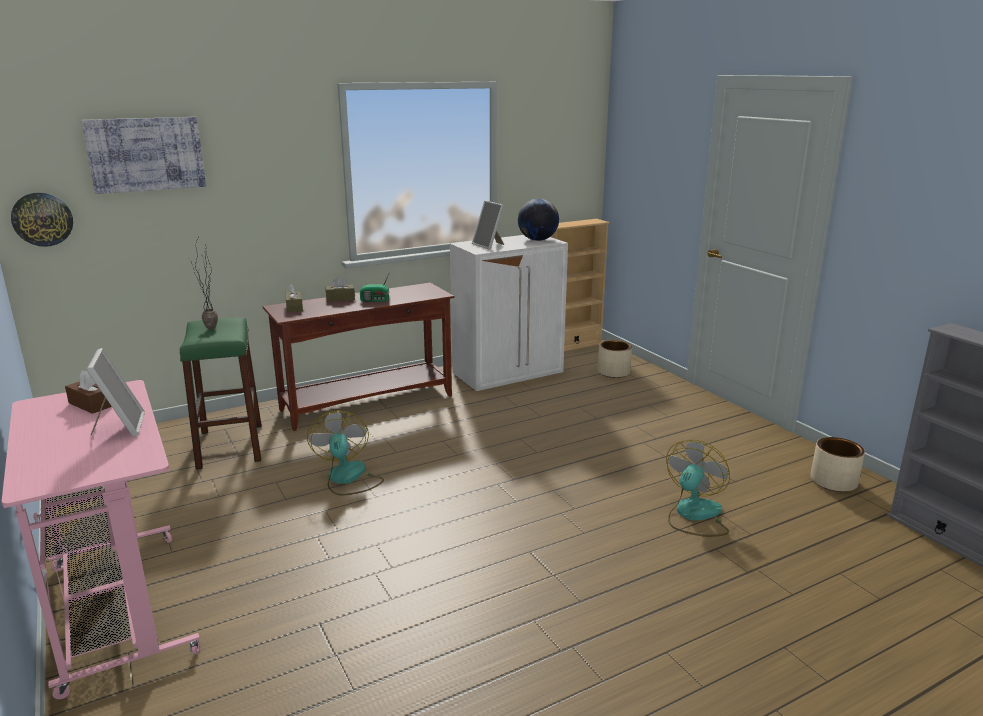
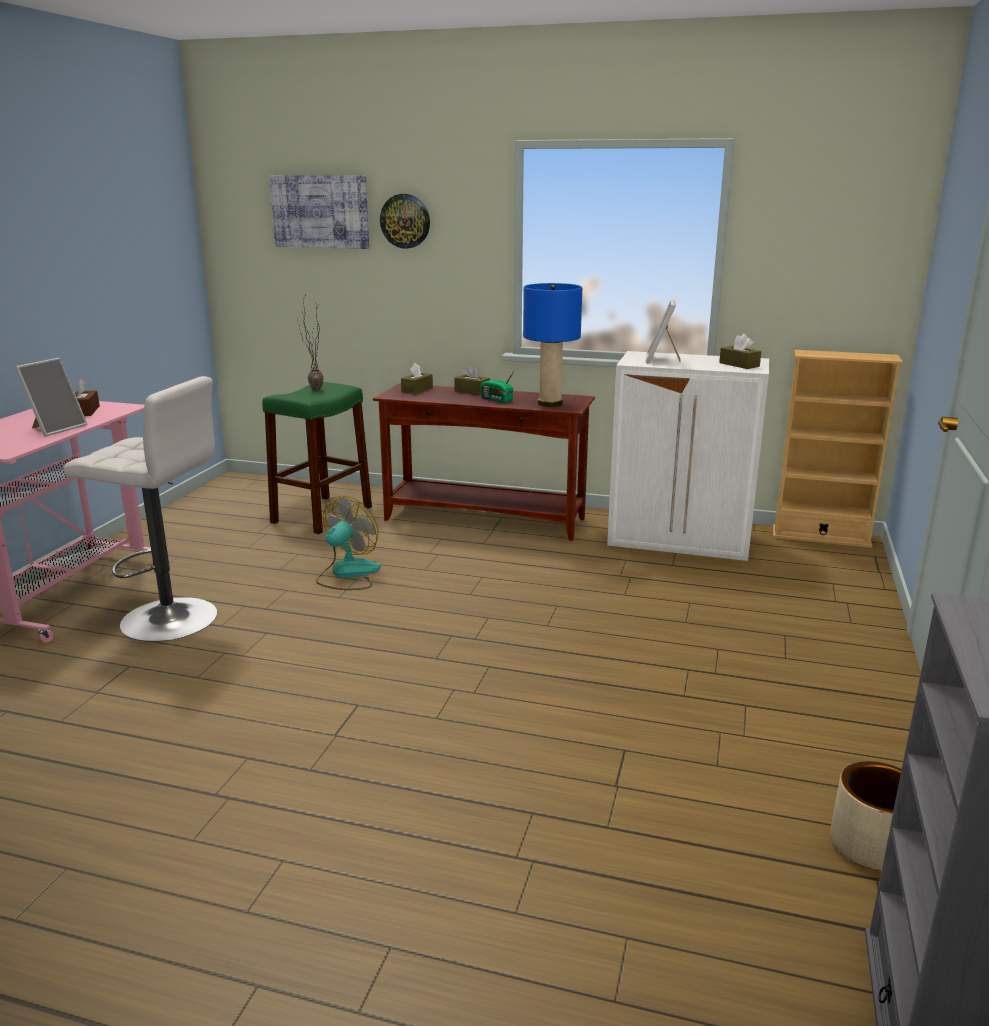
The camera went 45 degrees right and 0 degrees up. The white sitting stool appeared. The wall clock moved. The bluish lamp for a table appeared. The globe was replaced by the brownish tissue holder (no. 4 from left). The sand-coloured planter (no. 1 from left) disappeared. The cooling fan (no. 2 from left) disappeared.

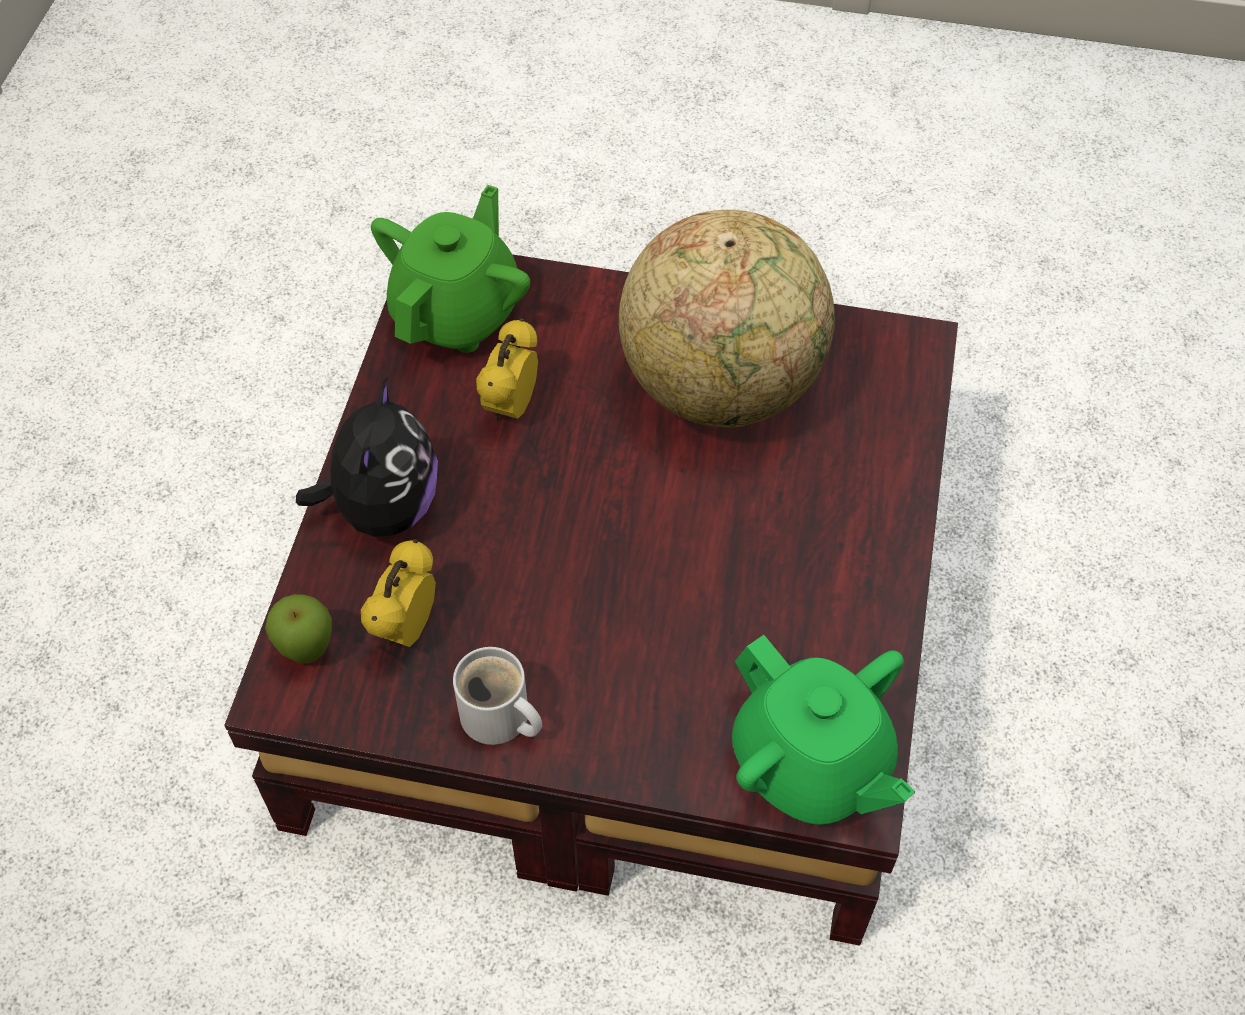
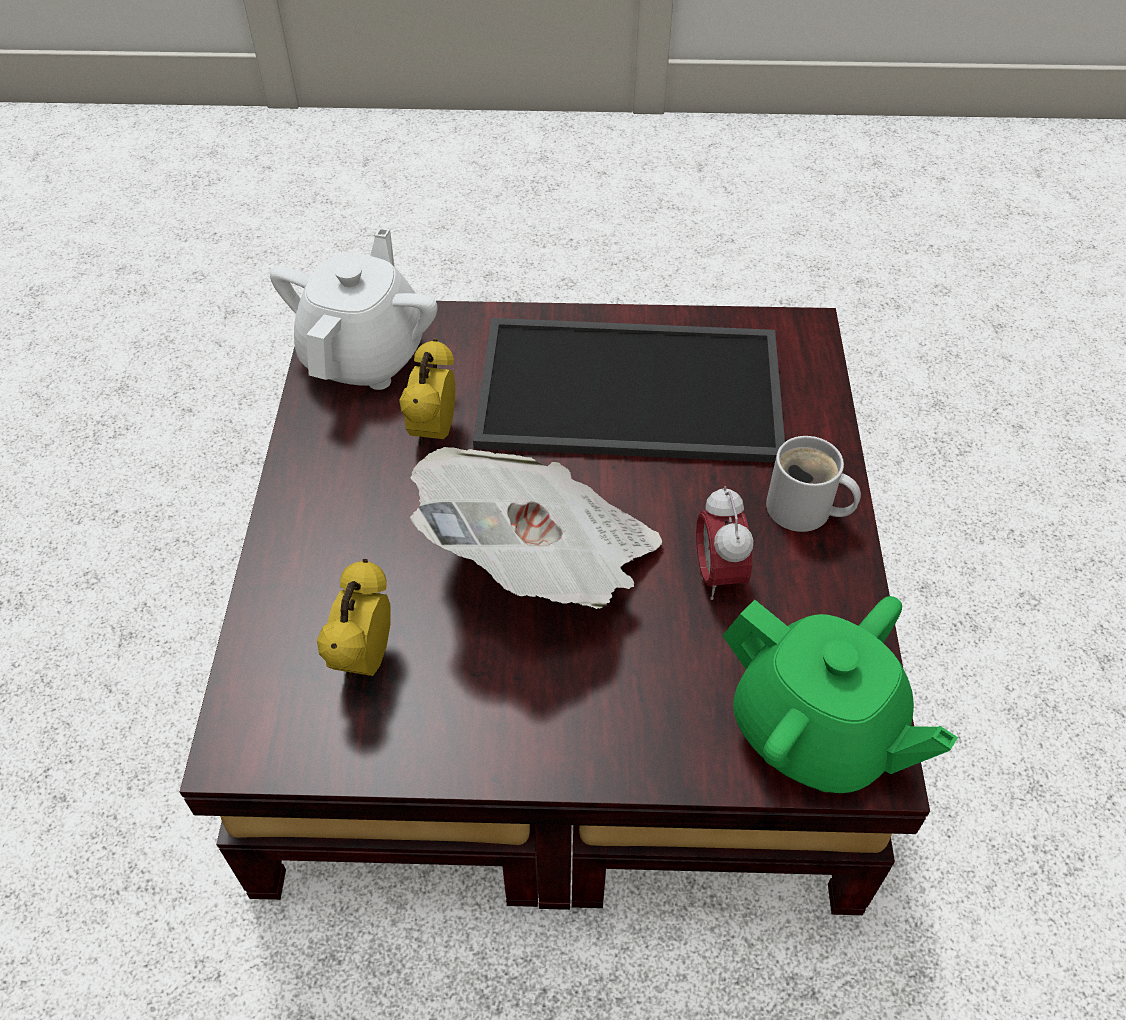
The camera went 10 degrees left and 5 degrees down. The greenish teapot (no. 1 from left) became the white teapot. The newspaper appeared. The globe was replaced by the tray. The alarm clock (no. 3 from left) appeared. The white tea mug moved. The apple fruit disappeared. The plush toy disappeared.

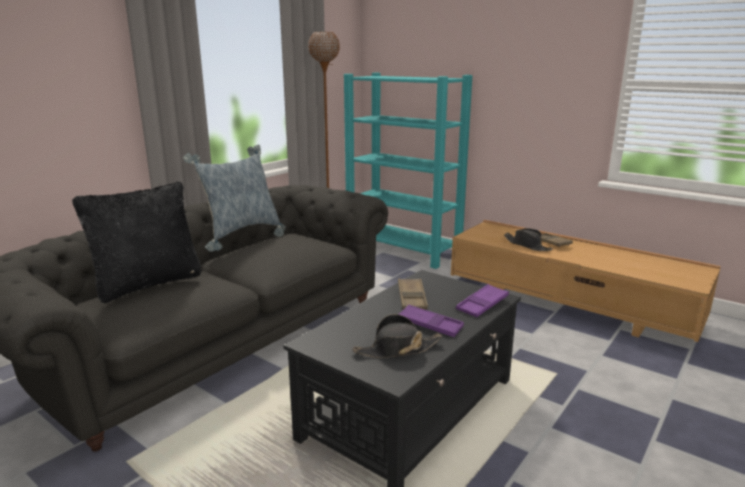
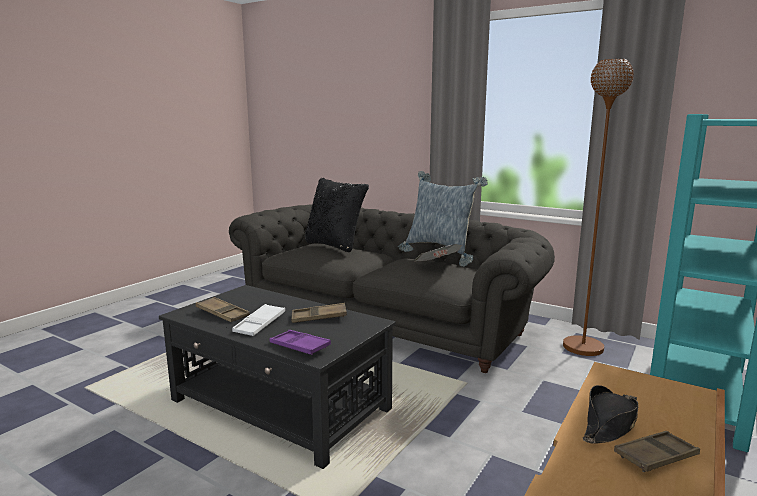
The camera went 85 degrees right and 5 degrees down. The black-coloured hat (no. 1 from left) was replaced by the brownish tray (no. 1 from left). The purple-coloured tray (no. 1 from left) became the white tray. The newspaper appeared.

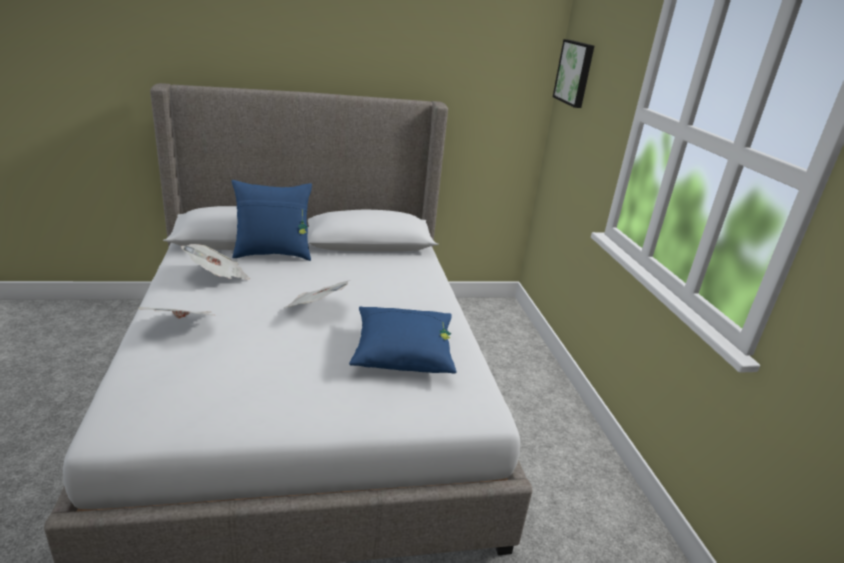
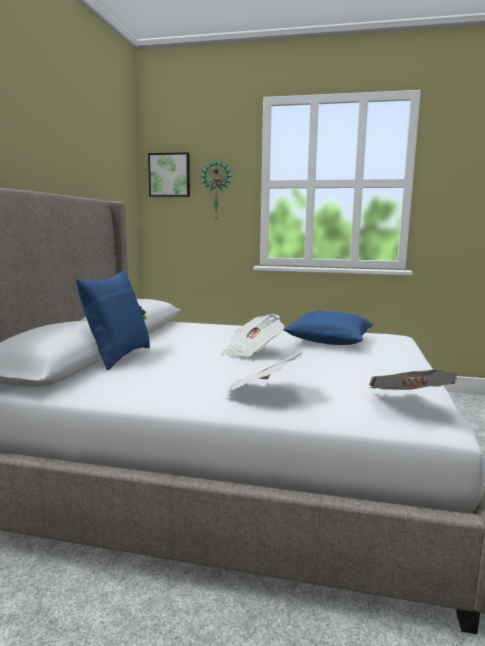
The camera went 65 degrees left and 15 degrees down. The wall clock appeared. The newspaper (no. 2 from left in the first image) moved.

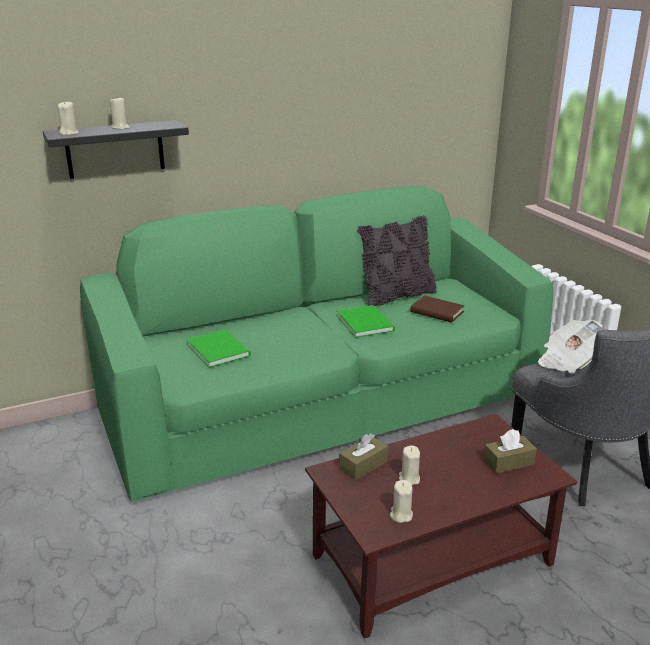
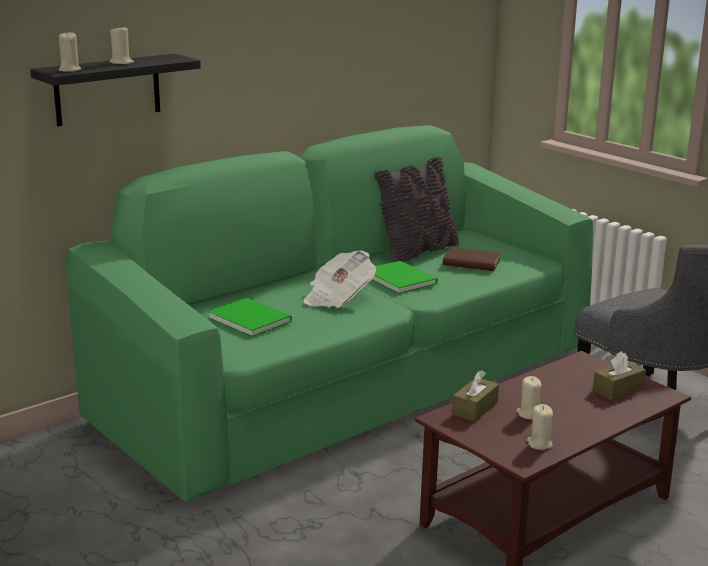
The camera went 15 degrees left and 5 degrees down. The newspaper moved.

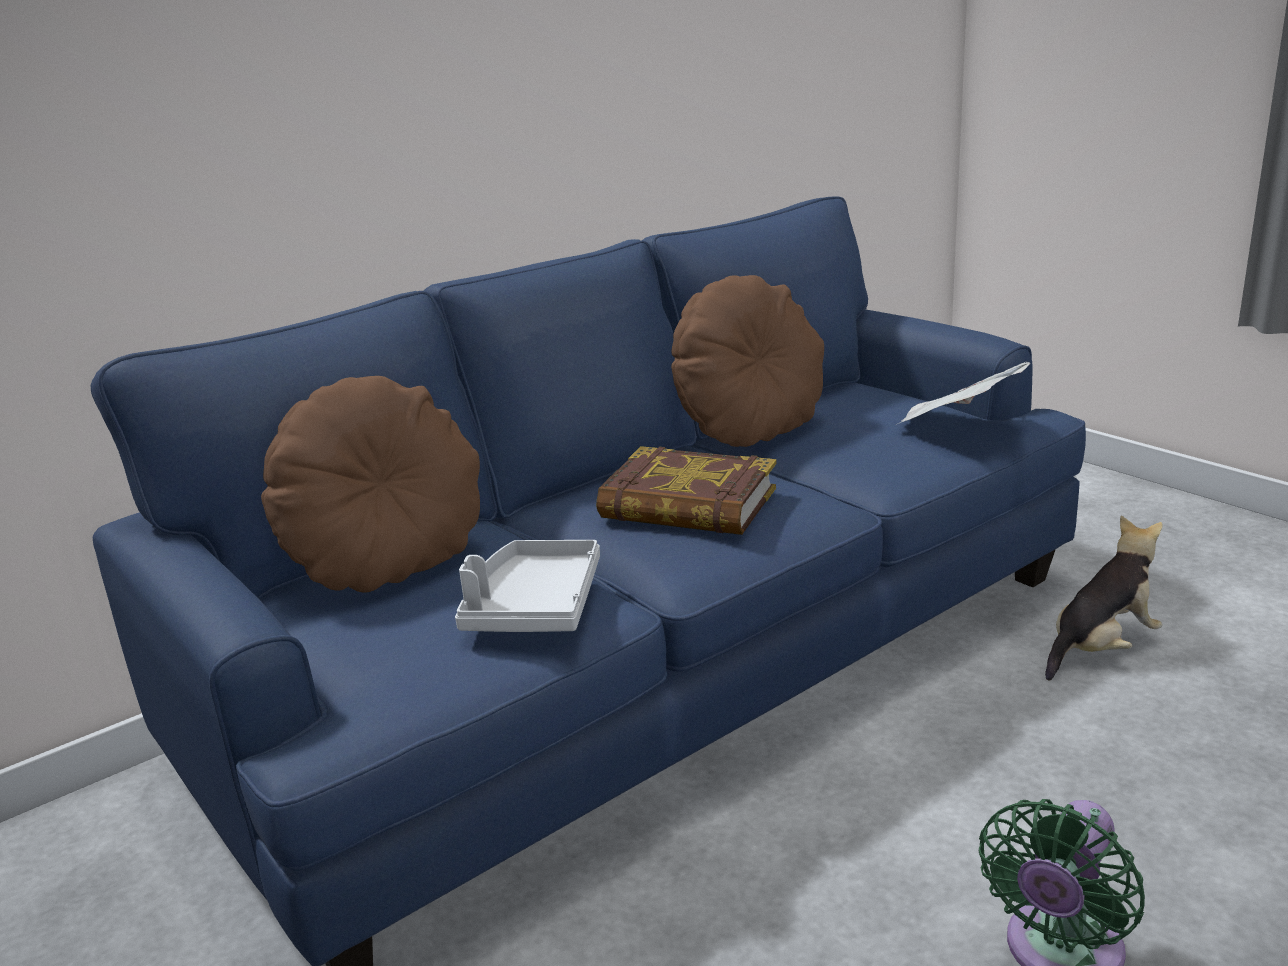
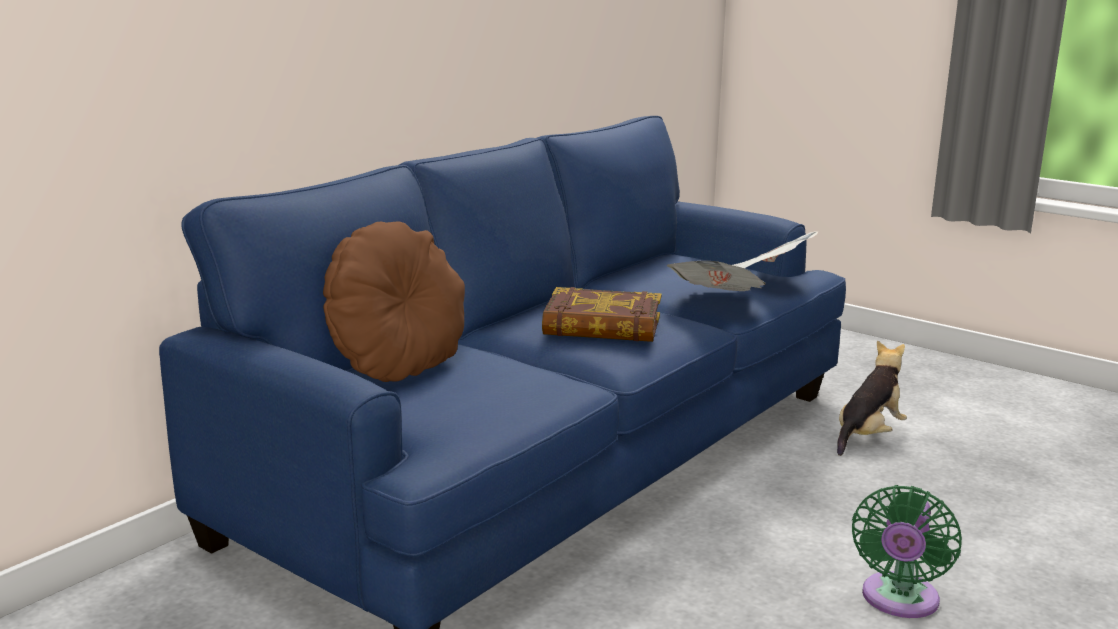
The camera went 15 degrees left and 5 degrees down. The newspaper (no. 1 from left) appeared. The grey tray disappeared. The brownish cushion (no. 2 from left) disappeared.

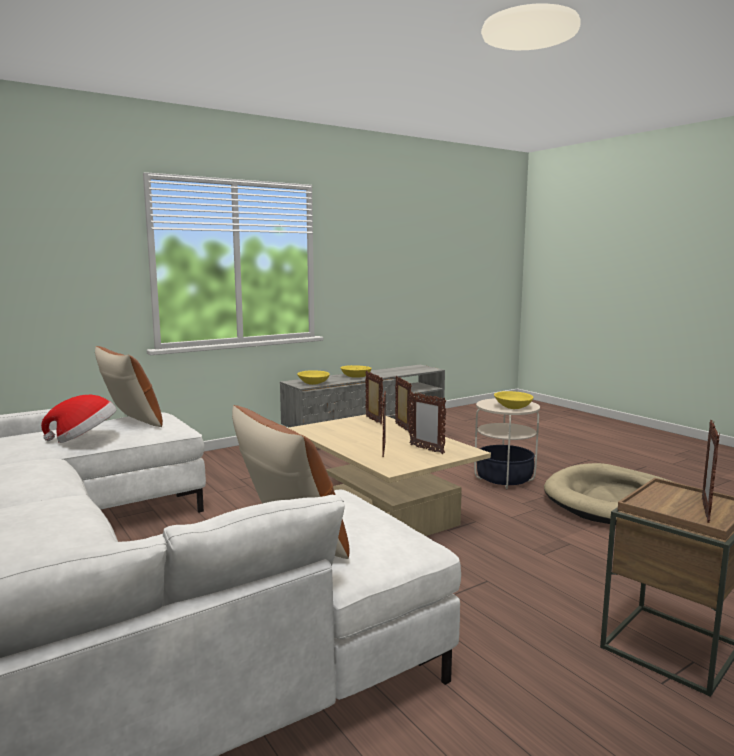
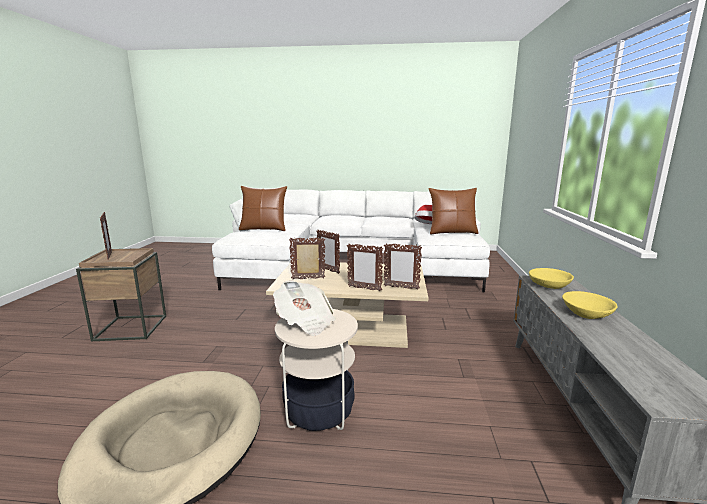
The camera went 130 degrees right and 5 degrees up. The yellow deep dish (no. 3 from left) was replaced by the newspaper.

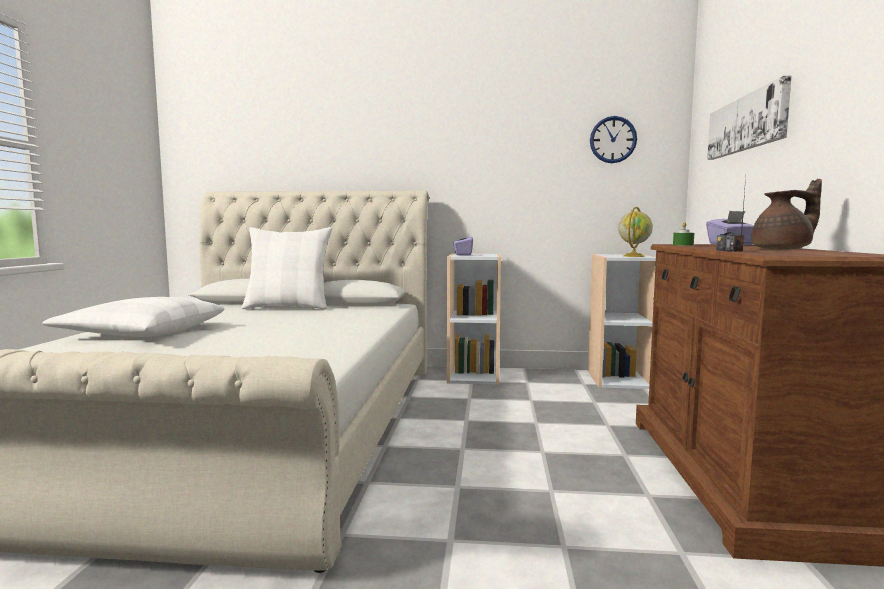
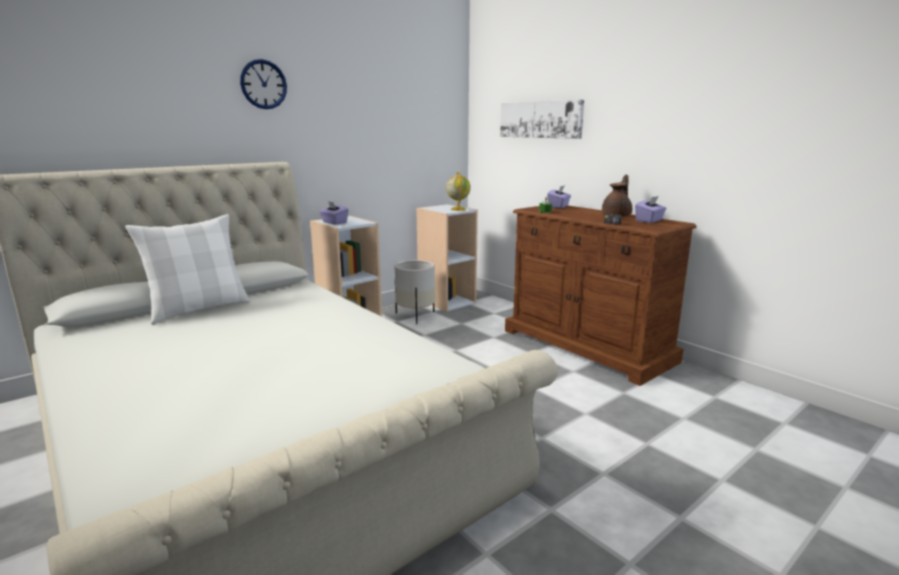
The camera went 45 degrees left and 10 degrees up. The wall clock moved. The white planter appeared. The purple-coloured tissue holder (no. 3 from left) appeared. The white cushion (no. 1 from left) disappeared.

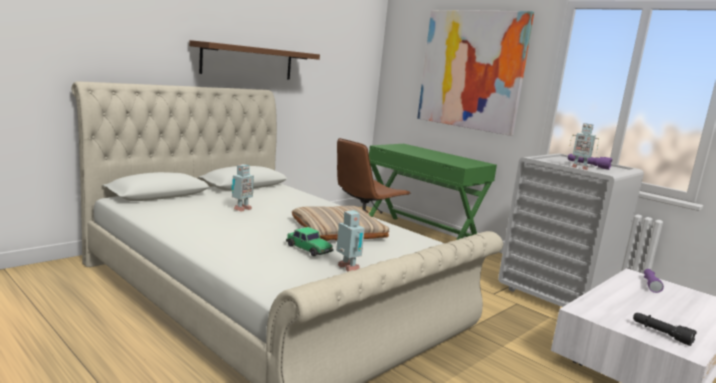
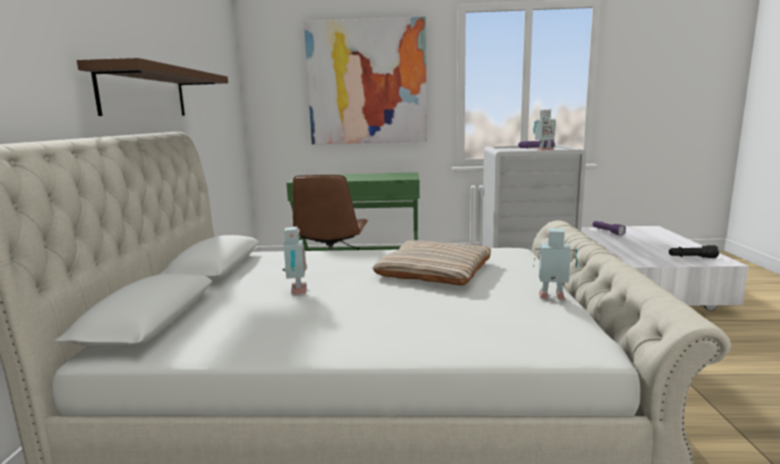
The camera went 40 degrees left and 0 degrees up. The toy car disappeared.

